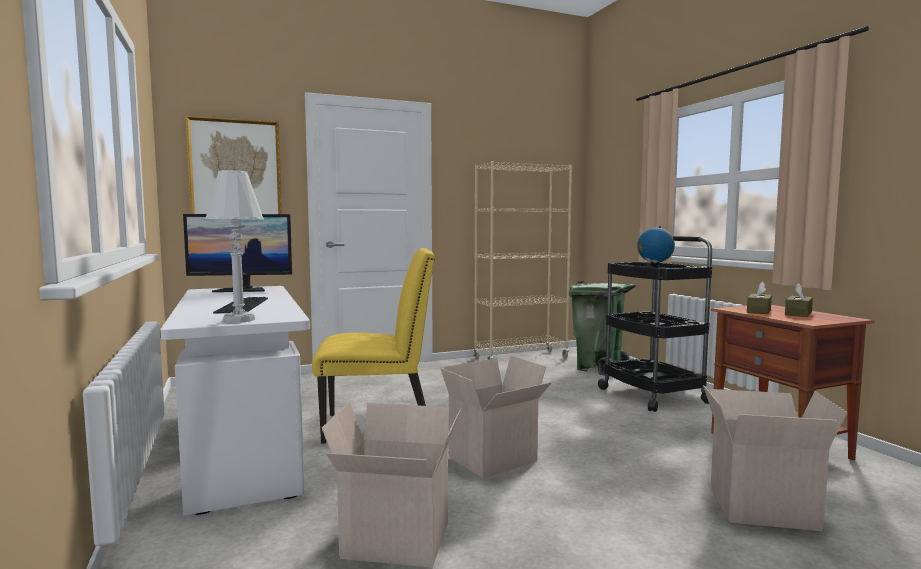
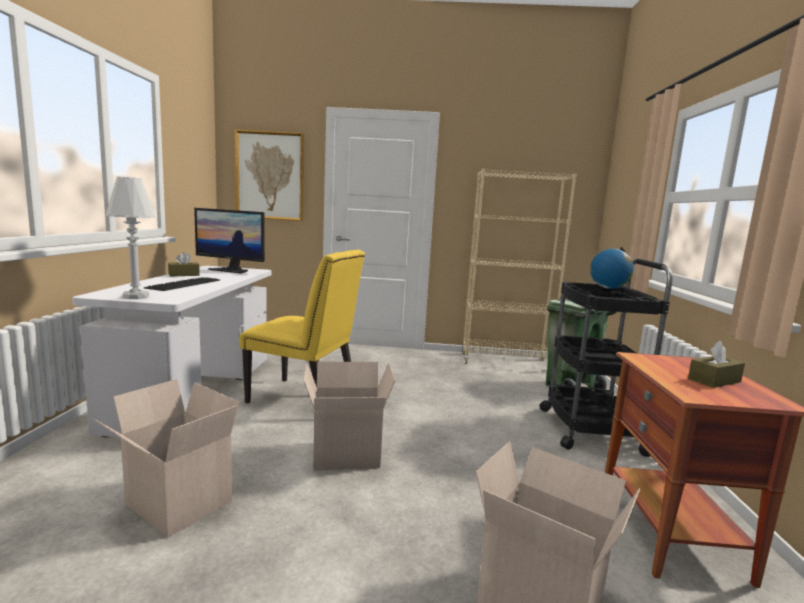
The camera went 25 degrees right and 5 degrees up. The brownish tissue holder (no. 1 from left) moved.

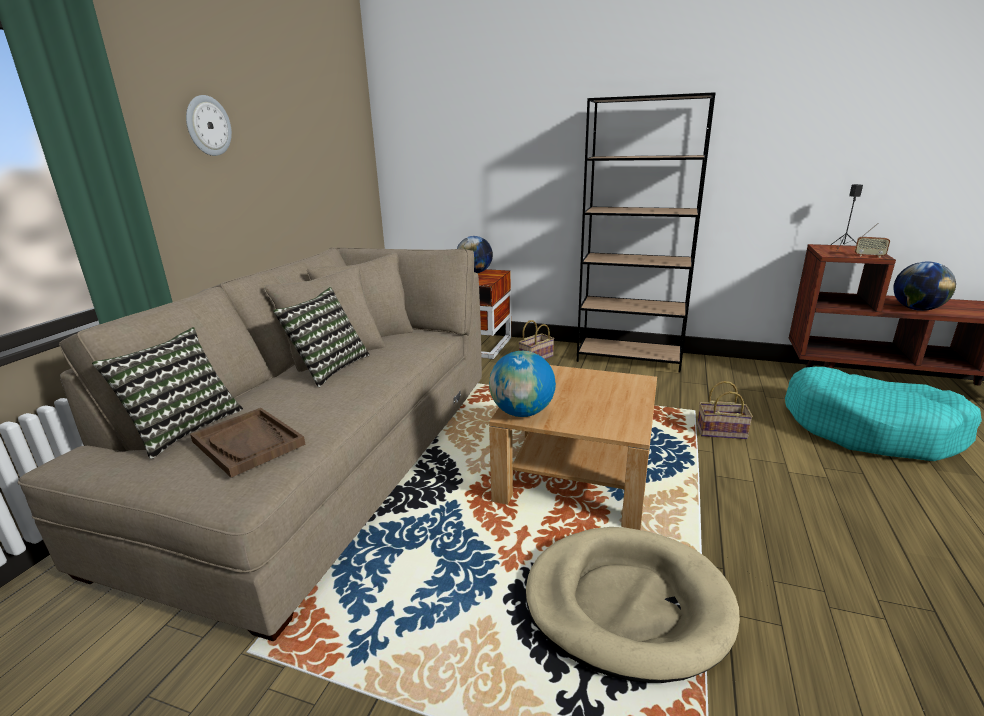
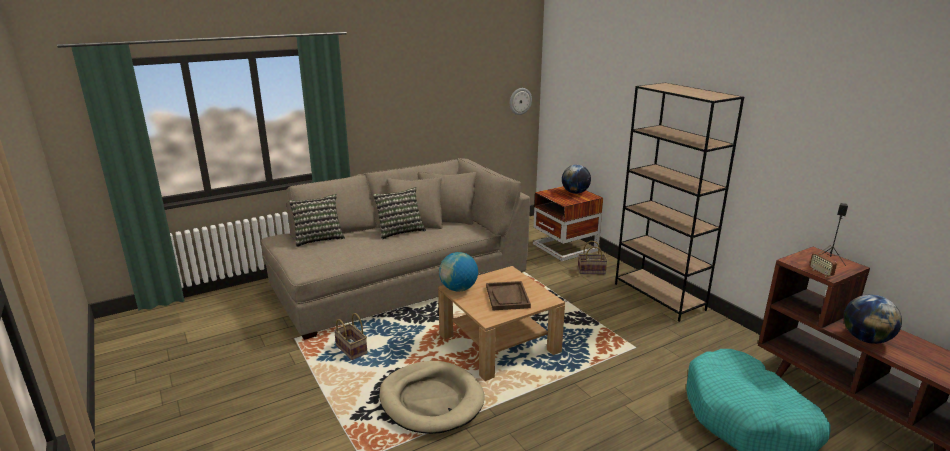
The camera went 40 degrees right and 0 degrees up. The basket (no. 2 from left in the first image) moved. The brownish tray moved. The wall clock moved.

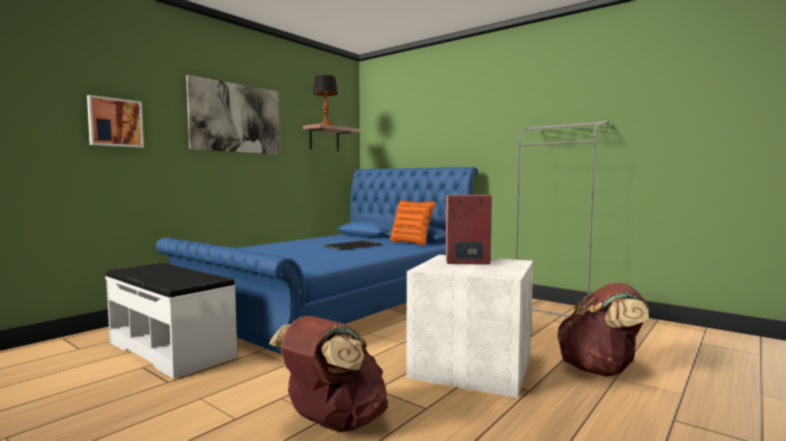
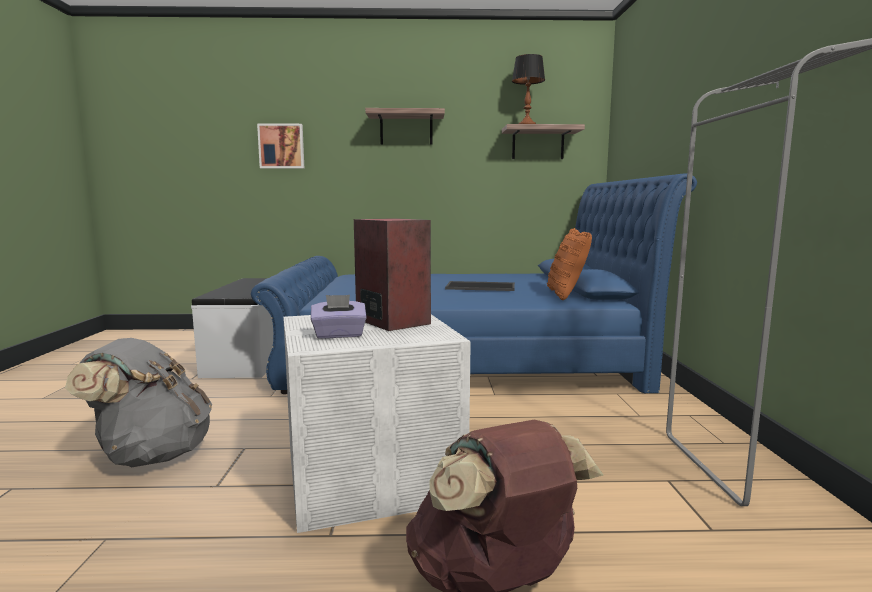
The camera went 50 degrees right and 5 degrees up. The brownish knapsack (no. 1 from left) became the grey knapsack. The purple-coloured tissue holder appeared. The wall picture (no. 2 from left) was replaced by the shelf (no. 1 from left).

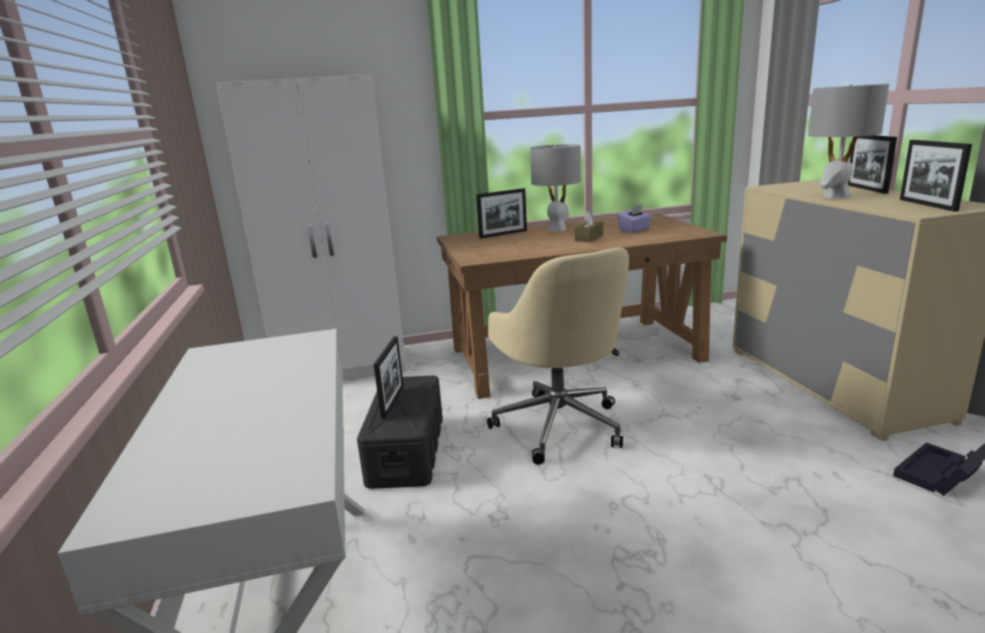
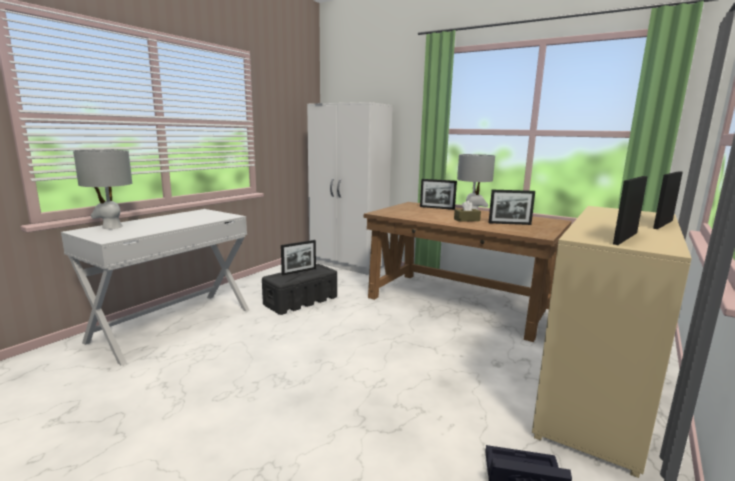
The camera went 45 degrees right and 5 degrees down. The grey lamp for a table (no. 2 from left in the first image) moved. The purple-coloured tissue holder was replaced by the photo frame (no. 3 from left). The sand-coloured office chair disappeared.

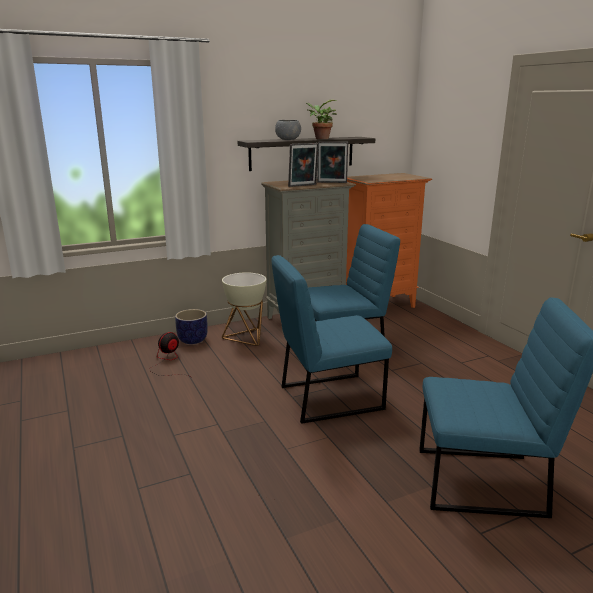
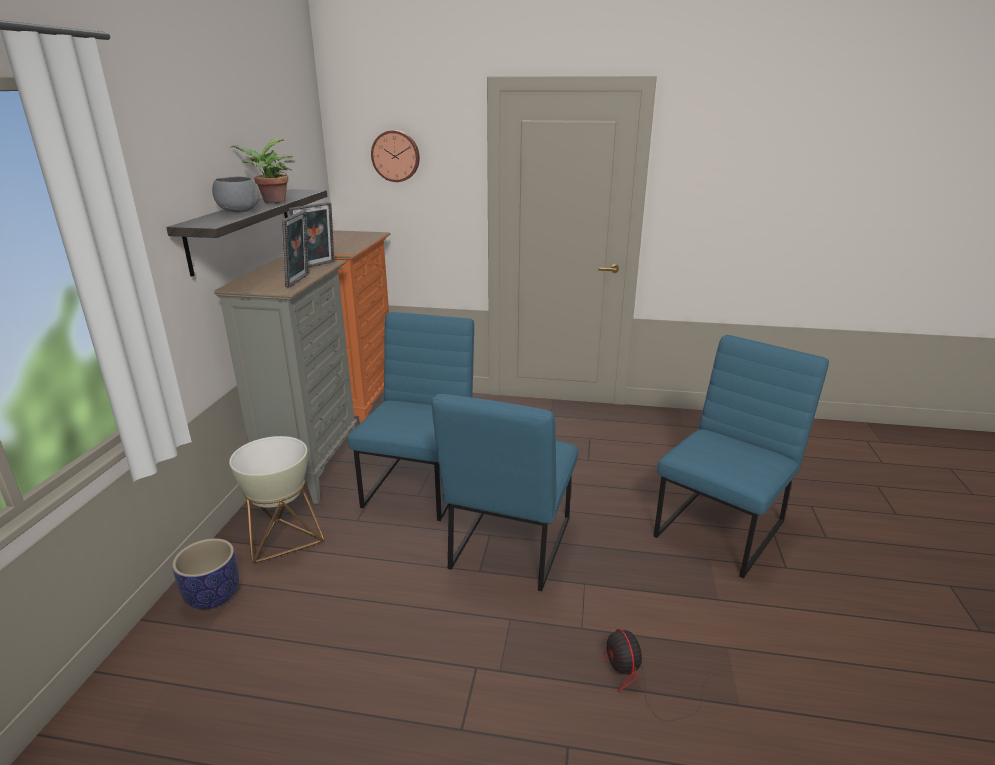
The camera went 55 degrees left and 5 degrees up. The wall clock appeared. The cooling fan moved.

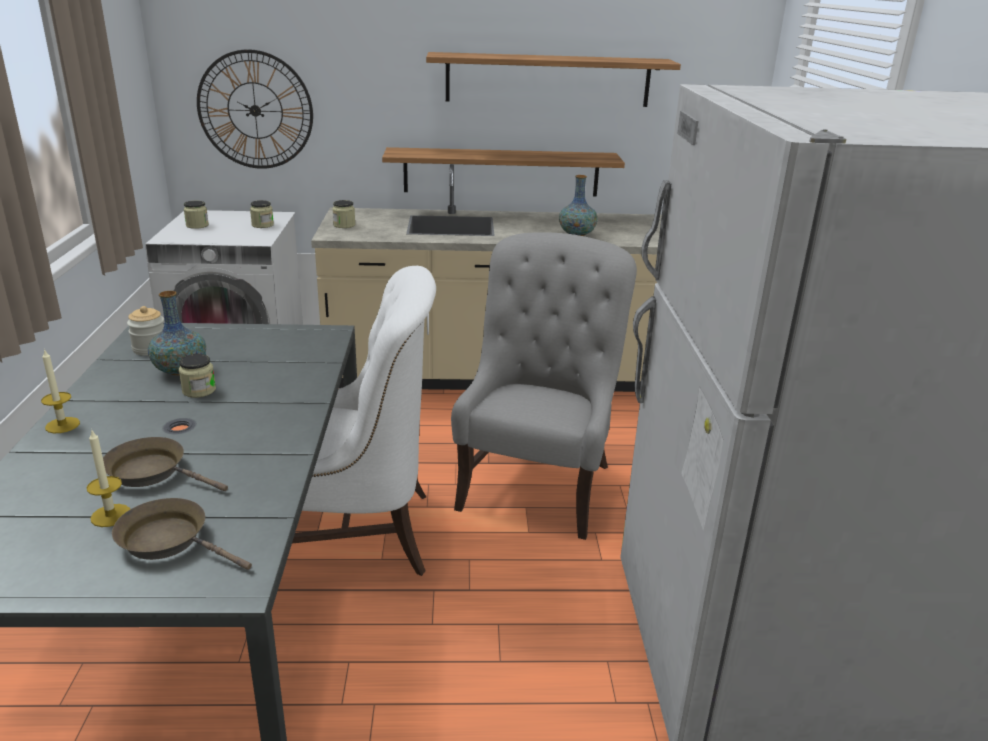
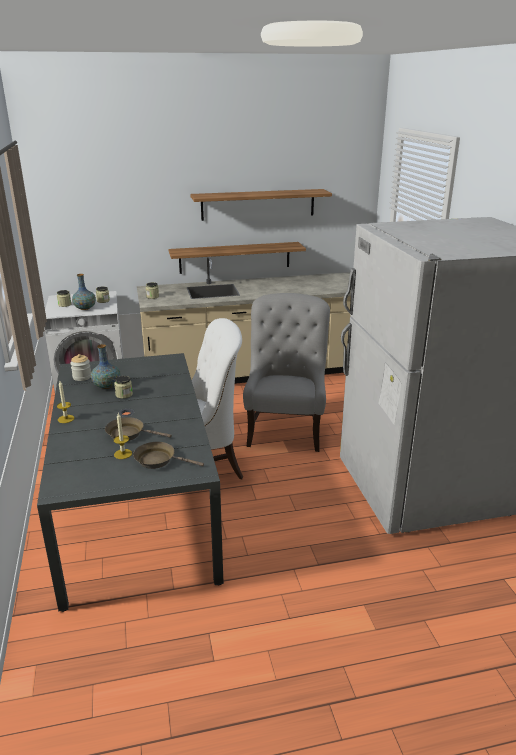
The camera went 10 degrees left and 0 degrees up. The flower vase (no. 2 from left in the first image) moved. The wall clock disappeared.

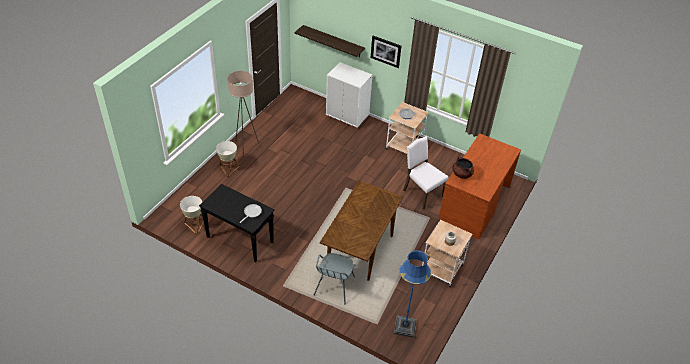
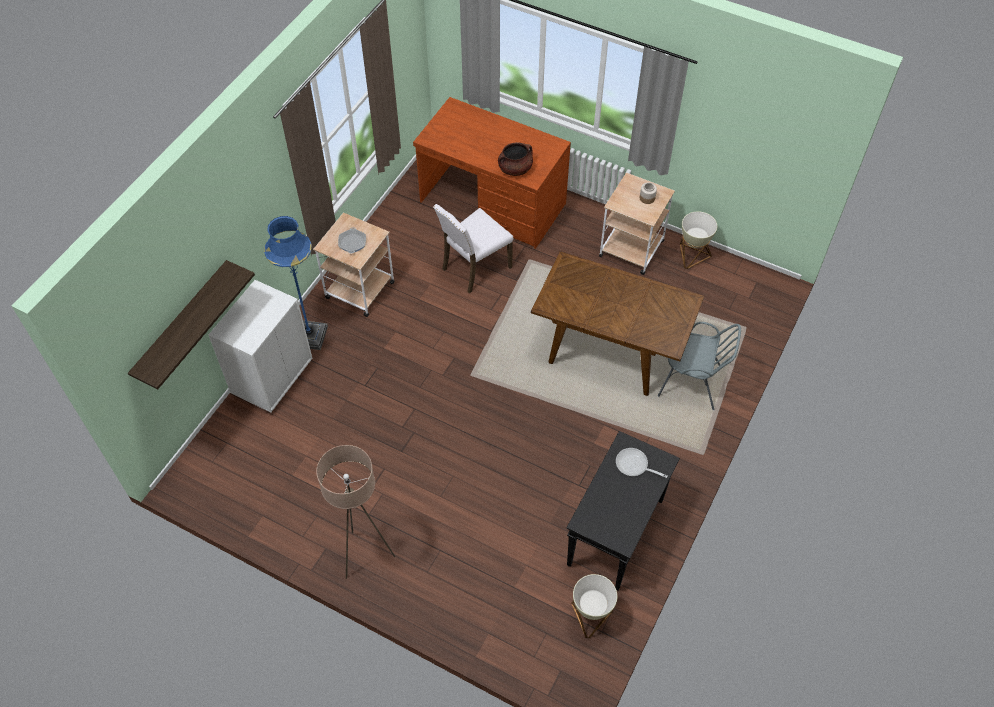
The camera went 90 degrees left and 10 degrees up. The bluish floor lamp moved. The planter (no. 2 from left) moved. The wall picture disappeared.

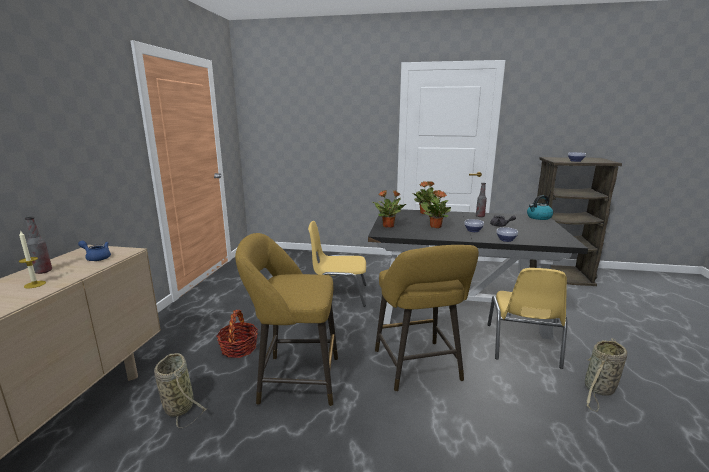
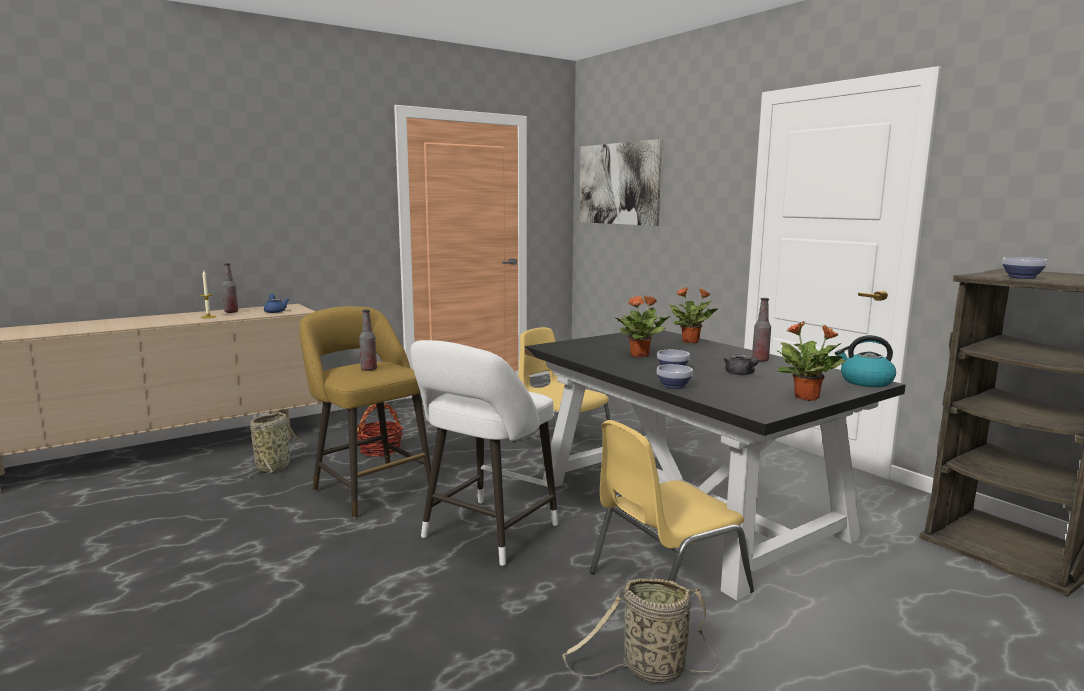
The camera went 45 degrees right and 5 degrees down. The beverage bottle (no. 2 from left) appeared. The yellow sitting stool (no. 2 from left) became the white sitting stool. The wall picture appeared. The houseplant (no. 1 from left in the first image) moved.

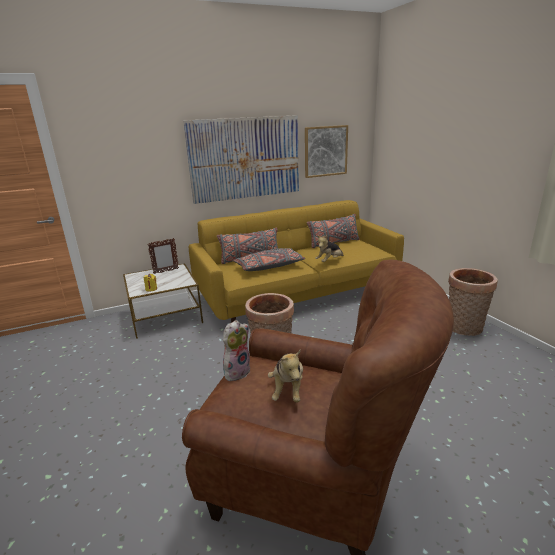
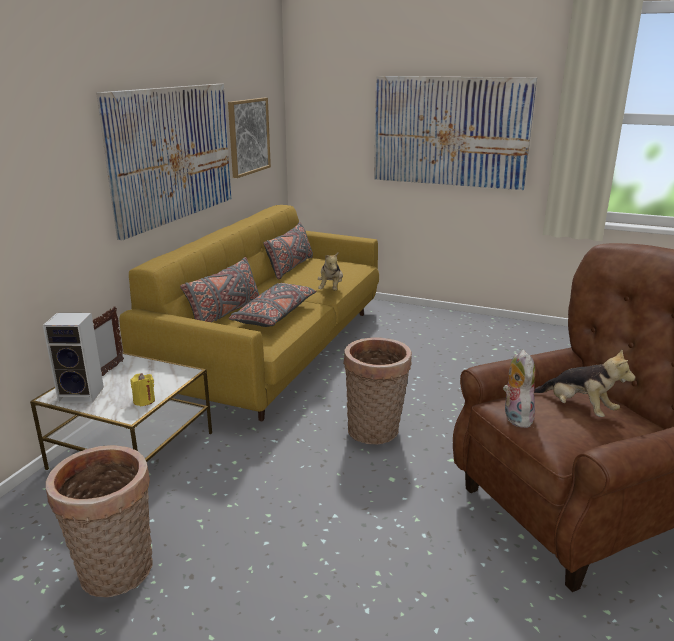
The camera went 45 degrees left and 0 degrees up. The audio speaker appeared. The basket (no. 2 from left in the first image) moved. The wall picture (no. 3 from left) appeared.

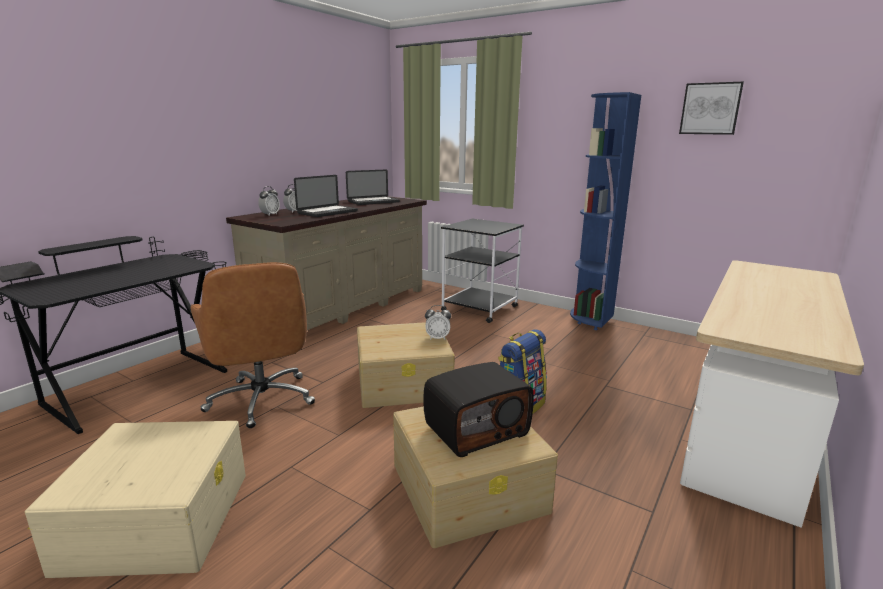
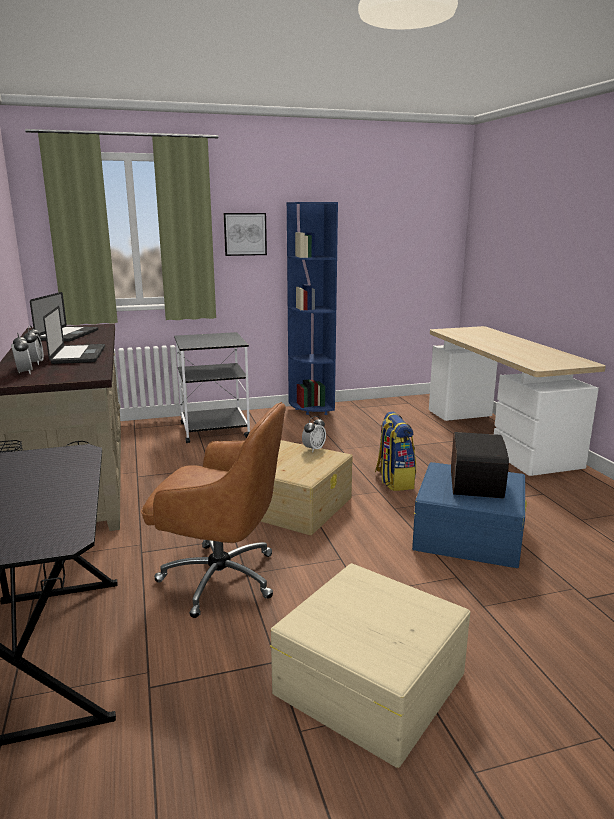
The camera went 50 degrees left and 0 degrees up. The wall picture moved. The sand-coloured storage box (no. 3 from left) became the bluish storage box.

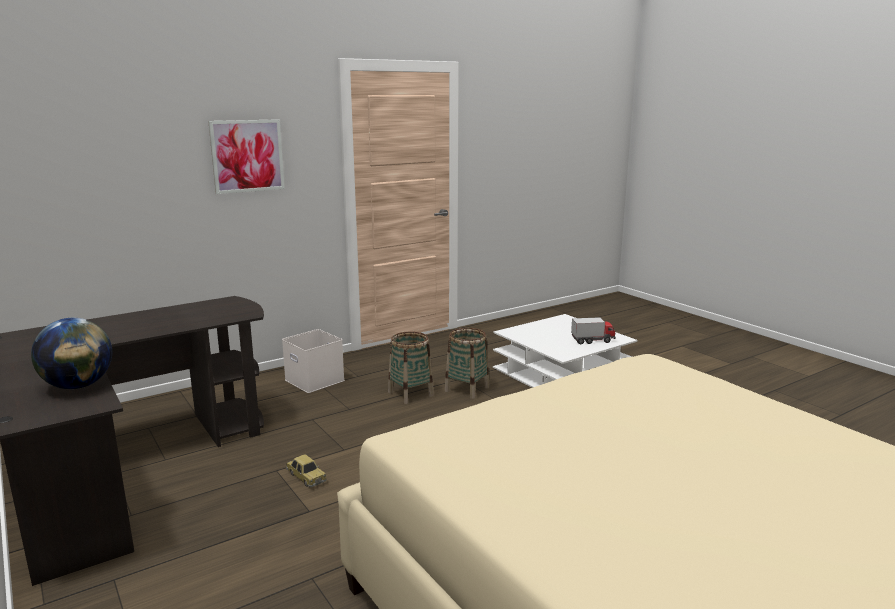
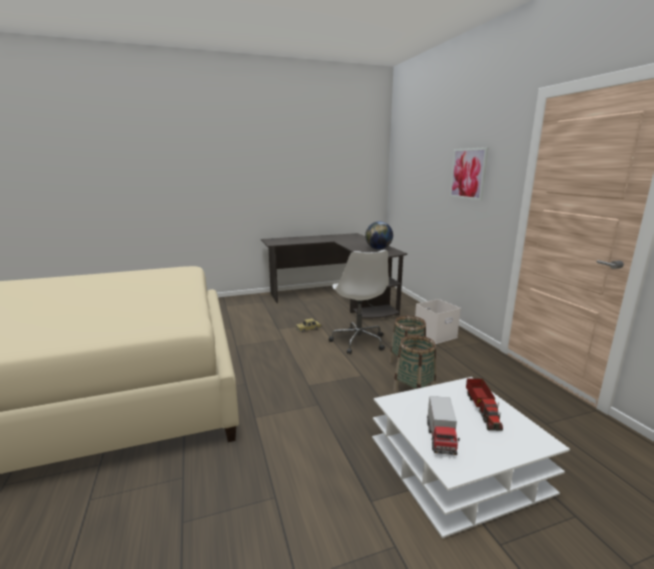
The camera went 105 degrees right and 0 degrees up. The white office chair appeared. The globe moved. The model truck (no. 2 from left) appeared.

